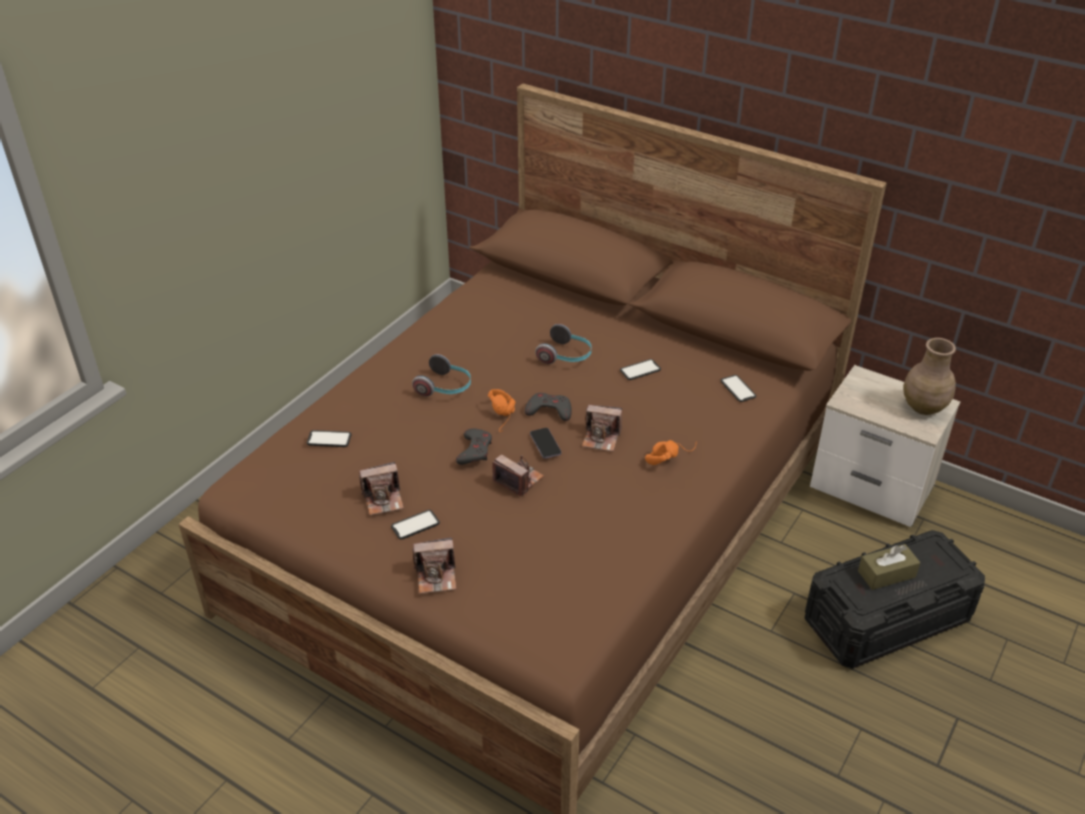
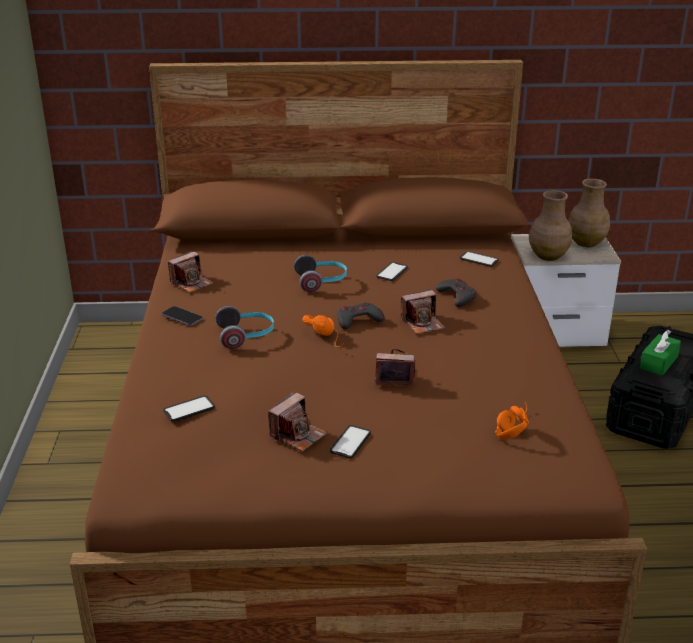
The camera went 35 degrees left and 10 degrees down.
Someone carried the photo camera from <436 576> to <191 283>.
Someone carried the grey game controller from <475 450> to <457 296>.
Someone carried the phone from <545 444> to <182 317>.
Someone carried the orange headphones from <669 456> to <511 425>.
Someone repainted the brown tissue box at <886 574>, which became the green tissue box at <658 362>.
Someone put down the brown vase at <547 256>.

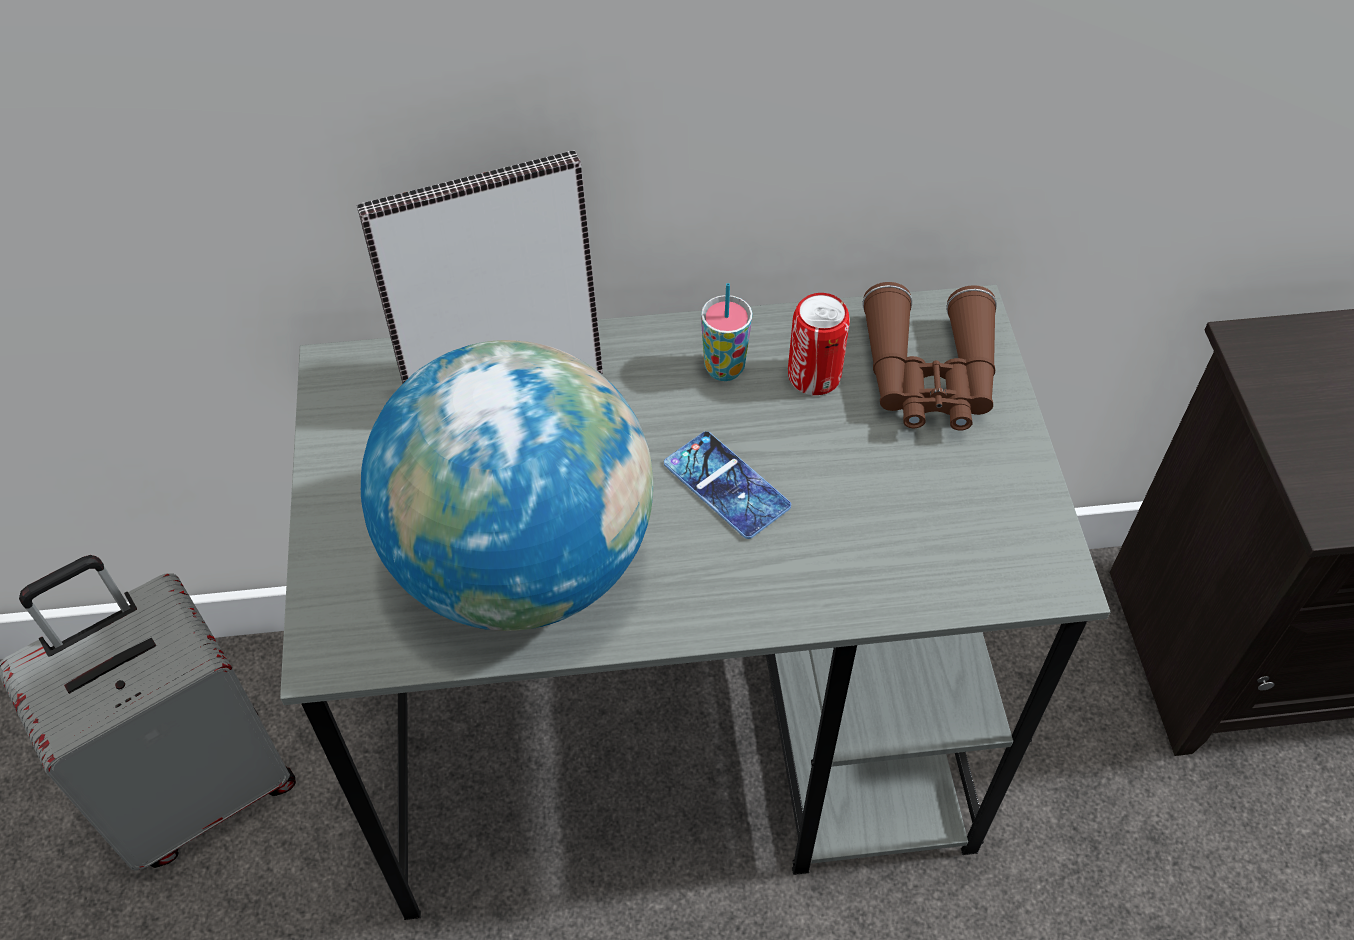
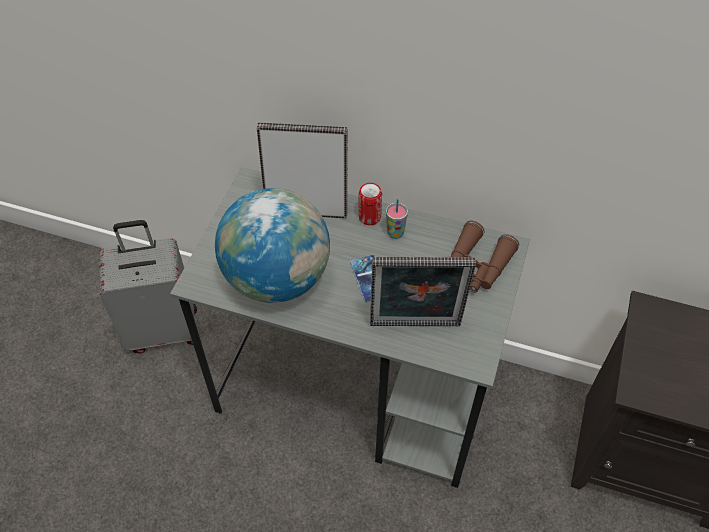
The camera went 25 degrees right and 0 degrees up.
Someone carried the can from <814 376> to <369 217>.
Someone put down the picture frame at <415 328>.

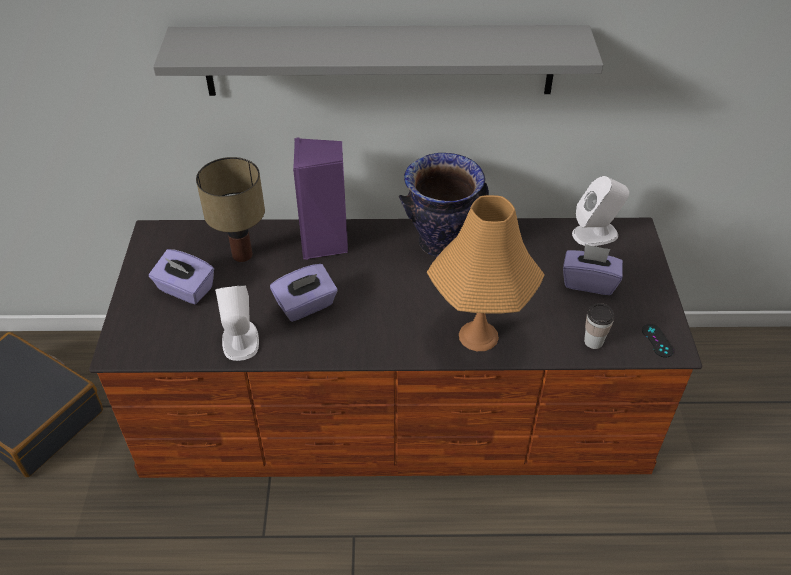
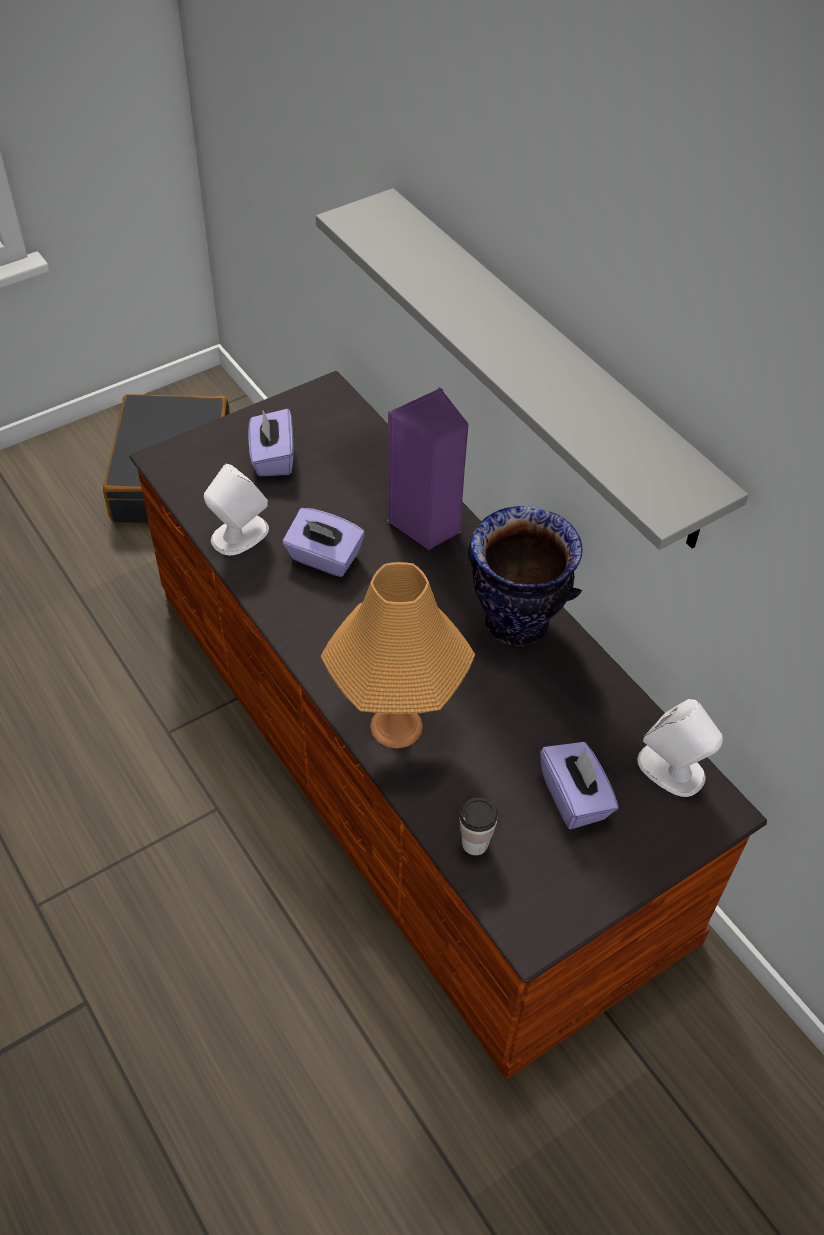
The camera went 55 degrees right and 5 degrees up.
Someone took away the table lamp at <241 255>.
Someone took away the black game controller at <657 340>.

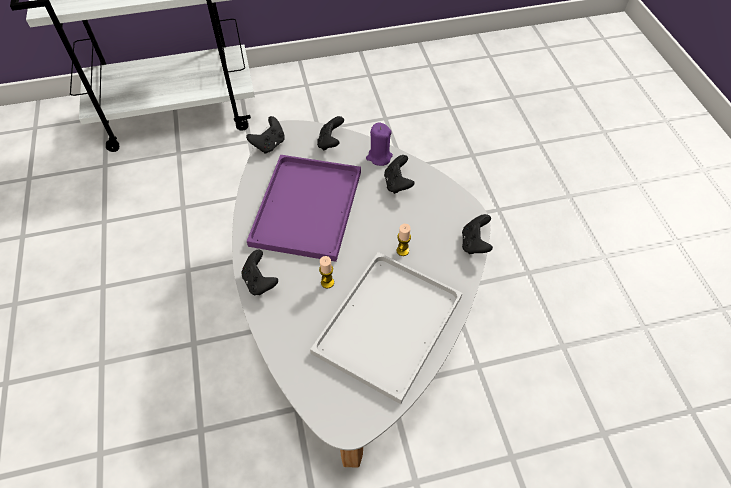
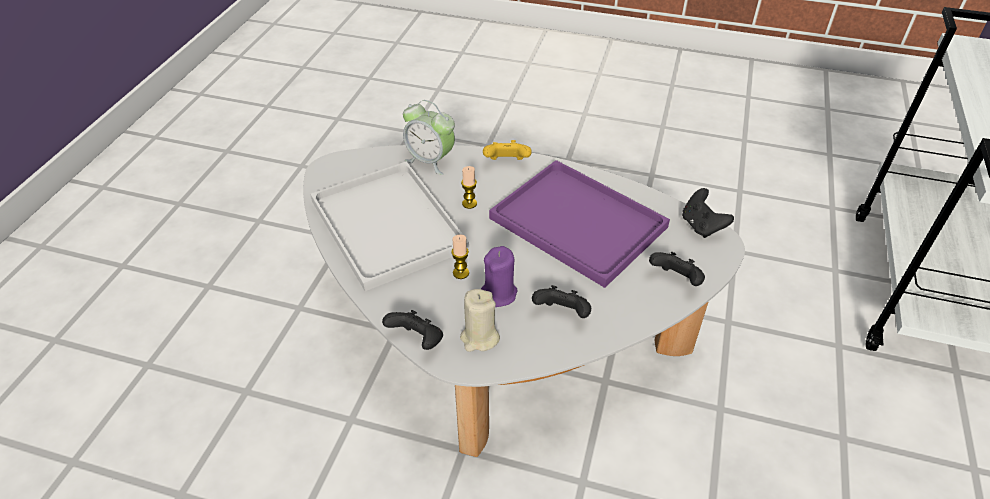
The camera went 120 degrees right and 10 degrees down.
Someone repainted the black game controller at <260 282>, which became the yellow game controller at <506 163>.
Someone carried the purple candle from <379 157> to <499 294>.
Someone put down the alarm clock at <430 160>.
Someone put down the beige candle at <479 338>.

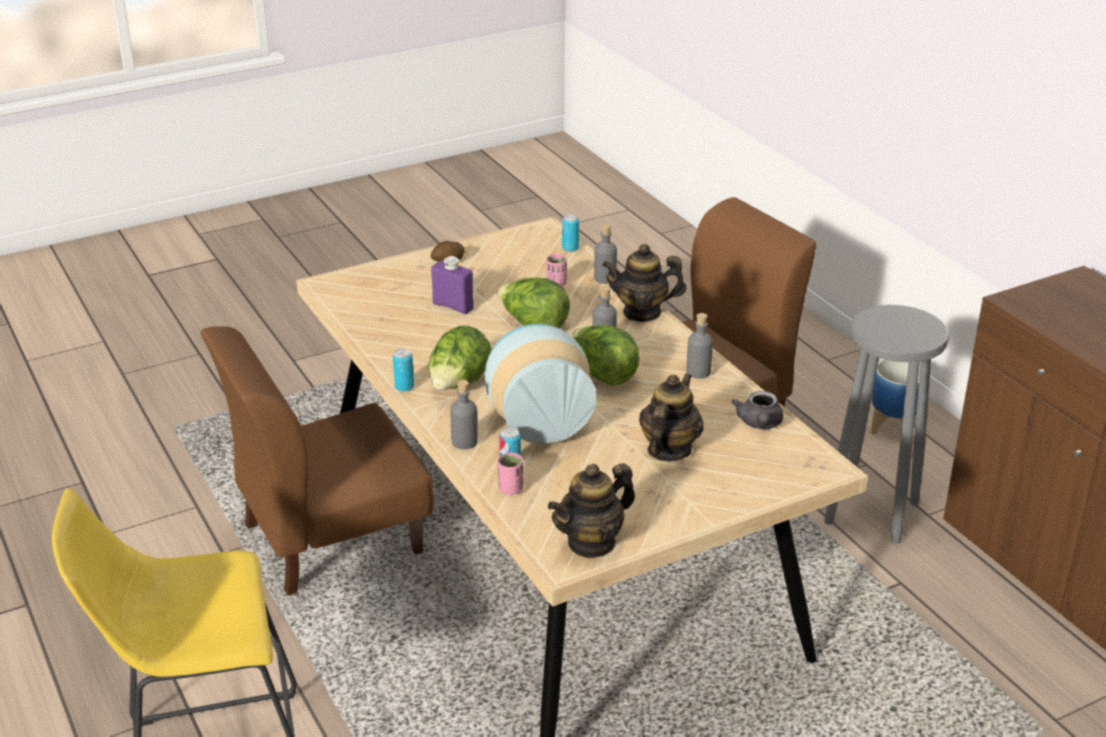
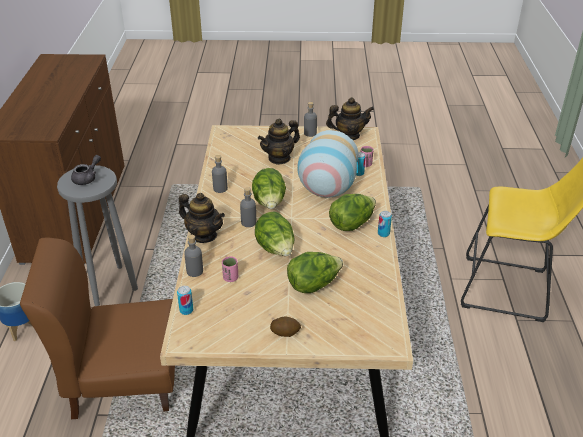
The camera went 150 degrees left and 5 degrees up.
Someone took away the brown chair at <330 539>.
Someone swapped the purple bottle at <453 306> for the lettuce at <313 285>.
Someone carried the grey bottle from <464 441> to <310 133>.
Someone carried the grey teapot from <759 424> to <87 178>.

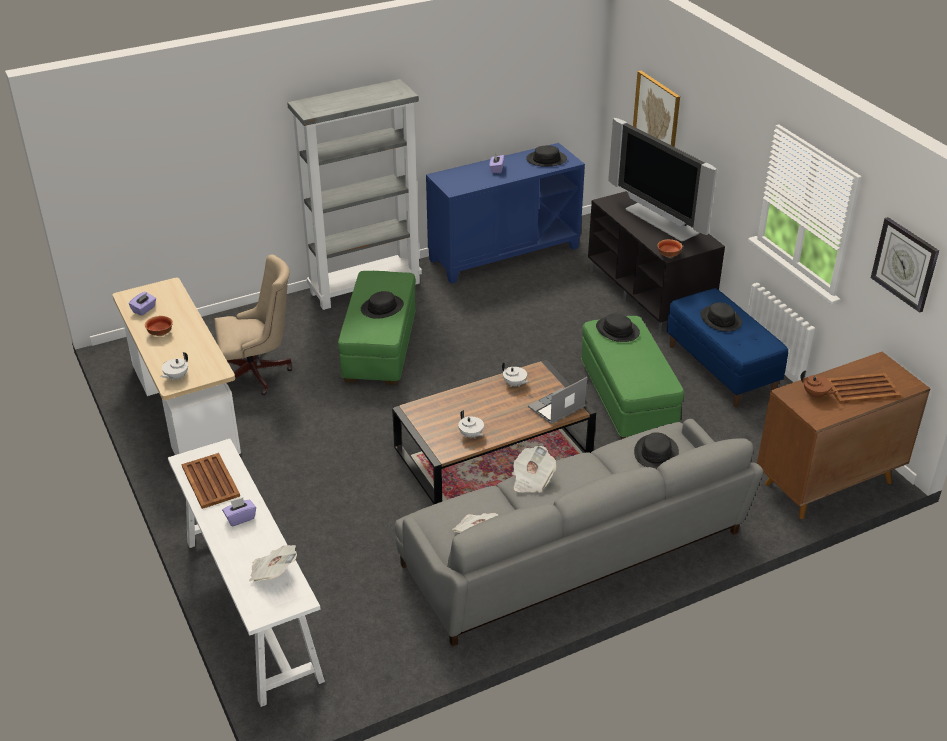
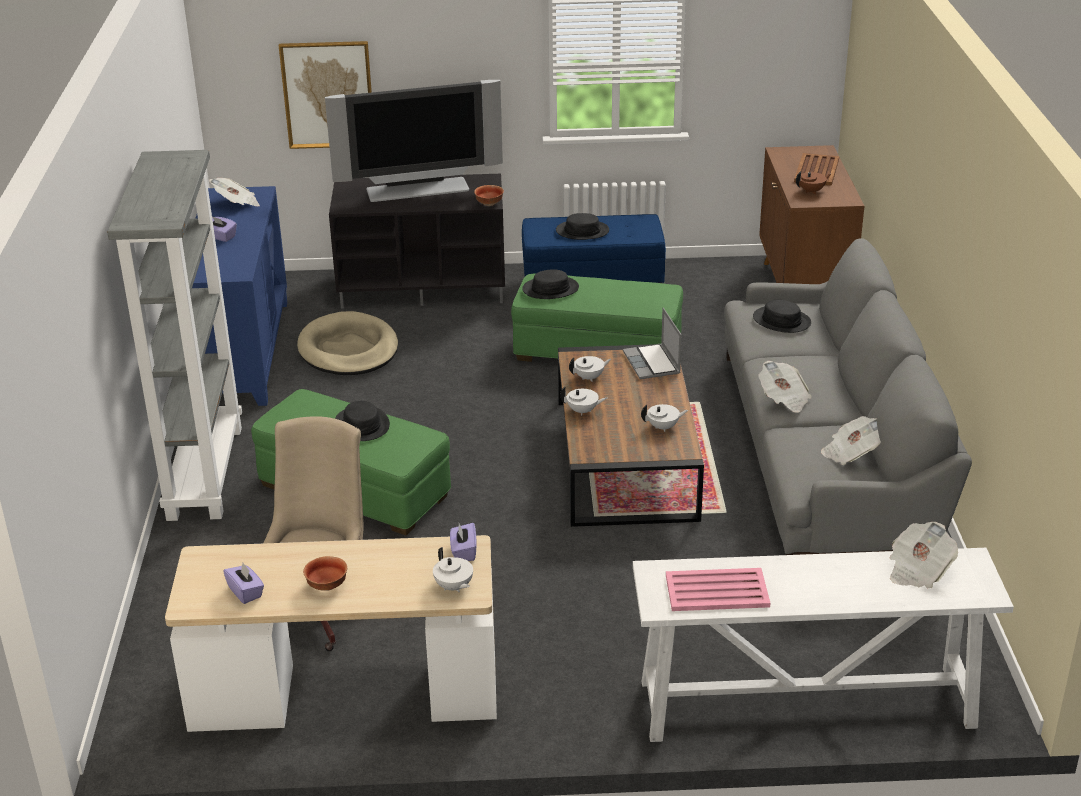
The camera went 65 degrees left and 5 degrees down.
Someone repainted the brown tray at <210 482>, which became the pink tray at <718 591>.
Someone carried the purple tissue box from <240 518> to <463 552>.
Someone swapped the black hat at <546 159> for the newspaper at <237 204>.
Someone took away the wall clock at <905 264>.
Someone put down the beige dog bed at <348 349>.
Someone put down the white teapot at <583 411>.

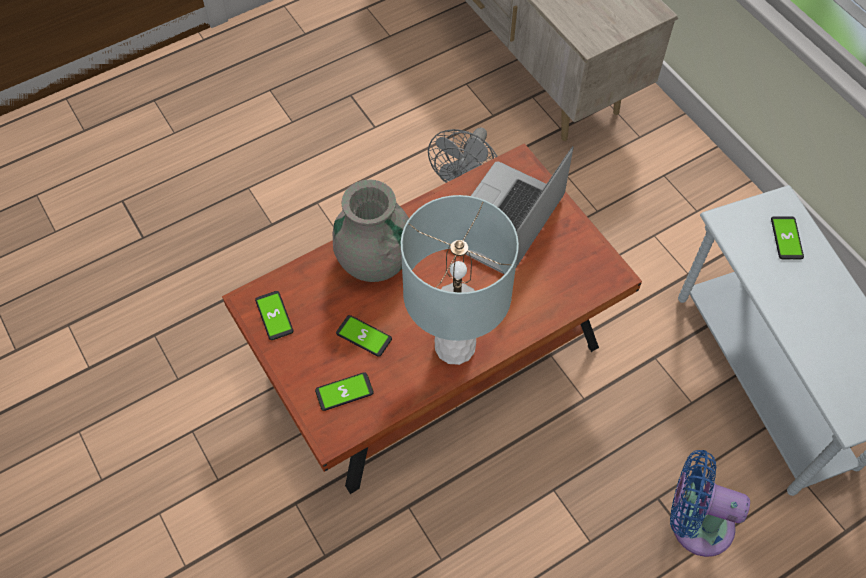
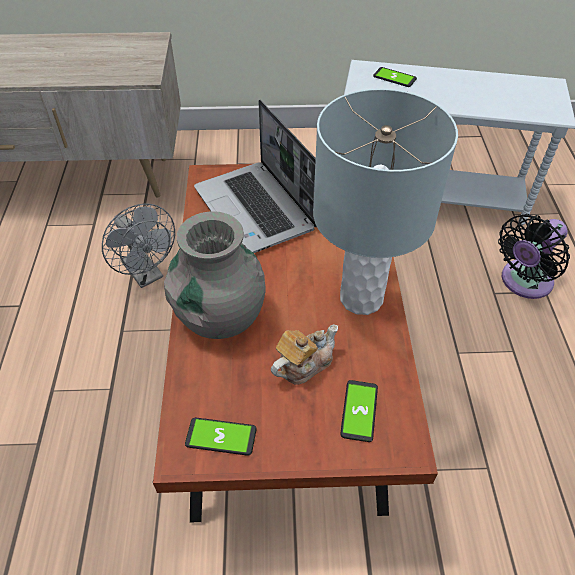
The camera went 60 degrees left and 10 degrees down.
Someone swapped the phone at <364 336> for the teapot at <303 364>.
Someone repainted the blue fan at <695 522>, which became the black fan at <523 282>.

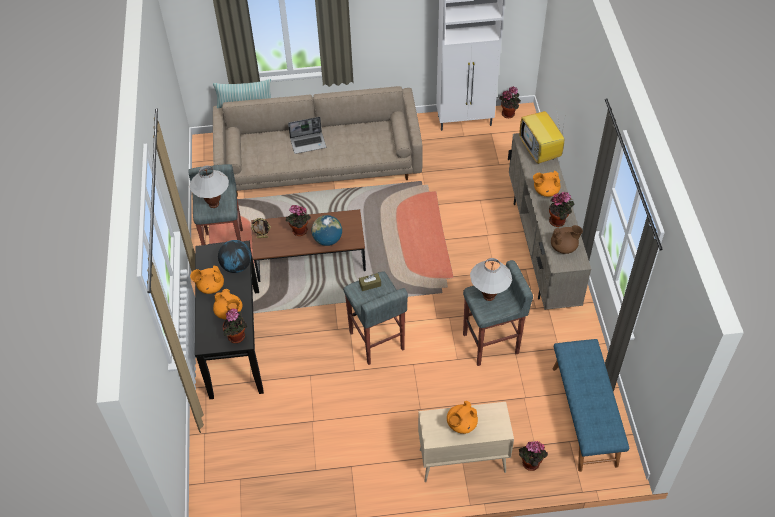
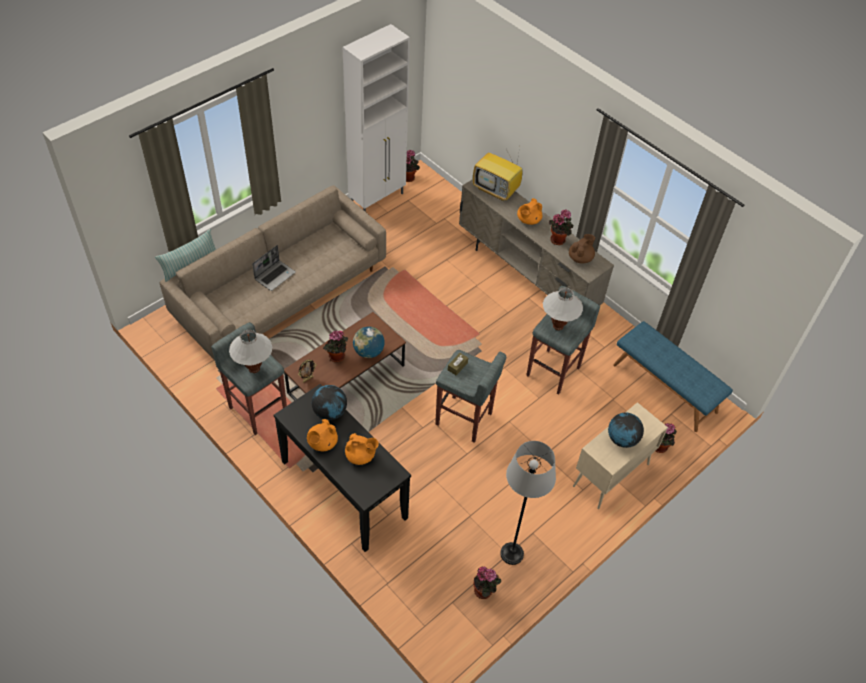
The camera went 40 degrees left and 0 degrees up.
Someone carried the potted plant from <237 337> to <484 591>.
Someone swapped the orange teapot at <461 424> for the globe at <622 439>.
Someone put down the grey floor lamp at <511 554>.

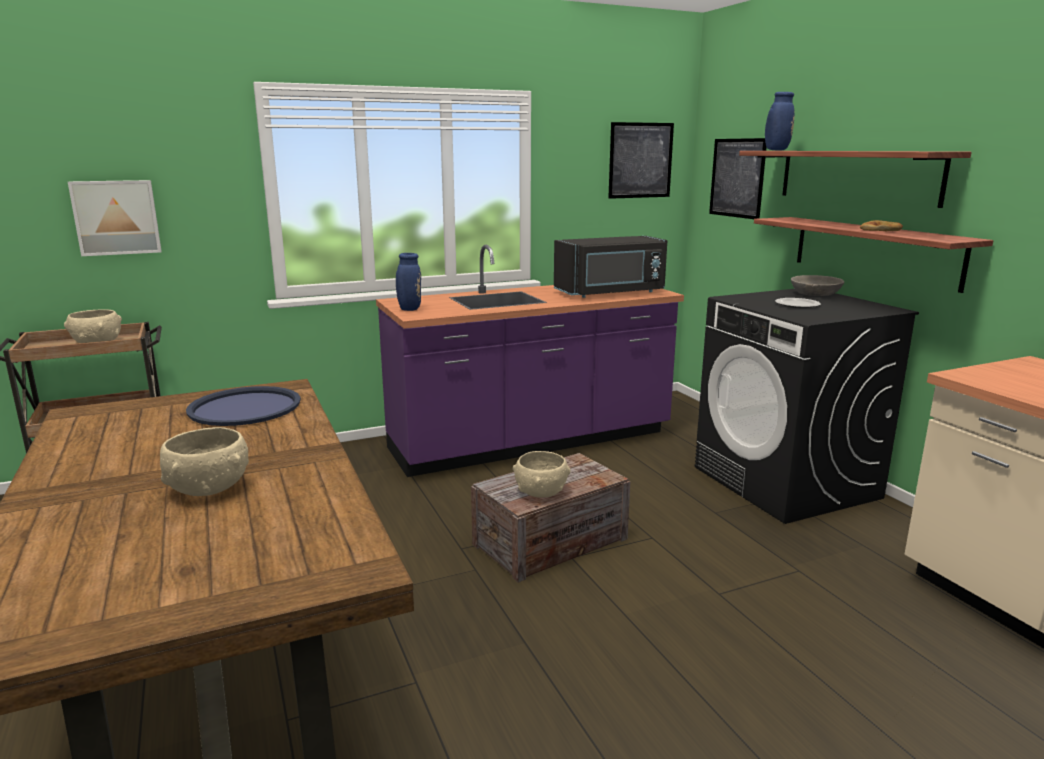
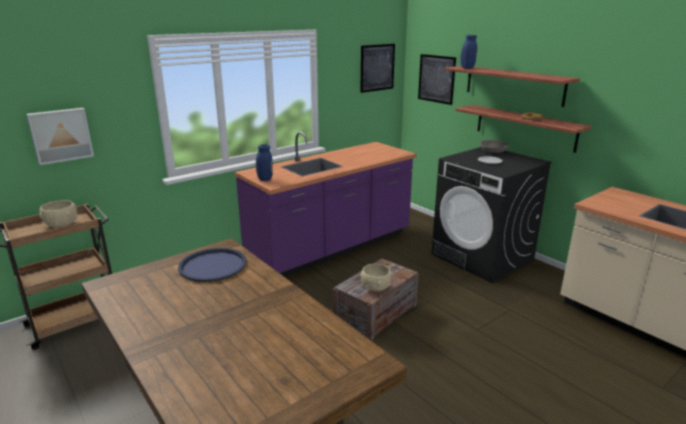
The camera went 15 degrees left and 5 degrees up.
Someone took away the beige bowl at <209 488>.
Someone took away the black microwave at <611 293>.

